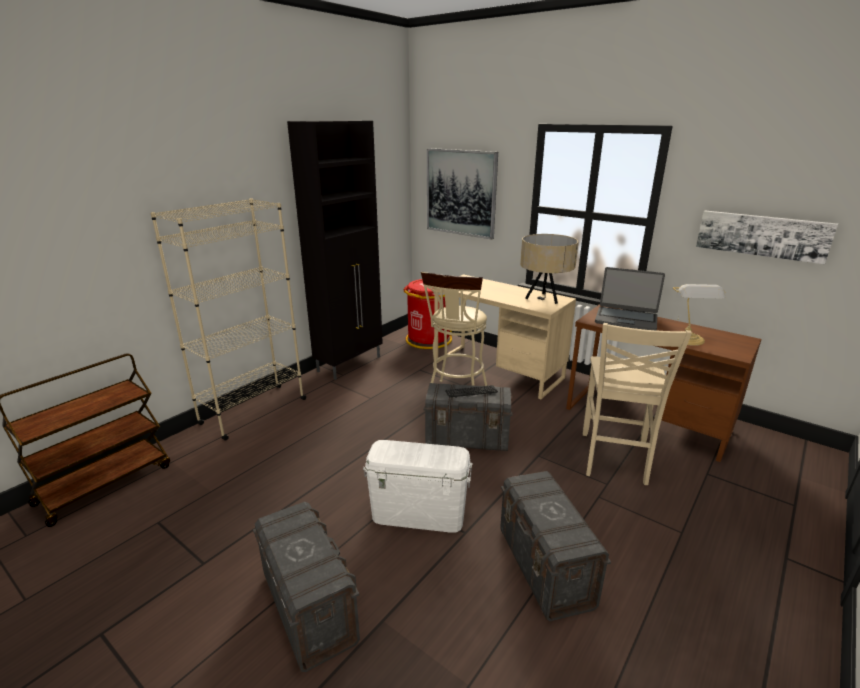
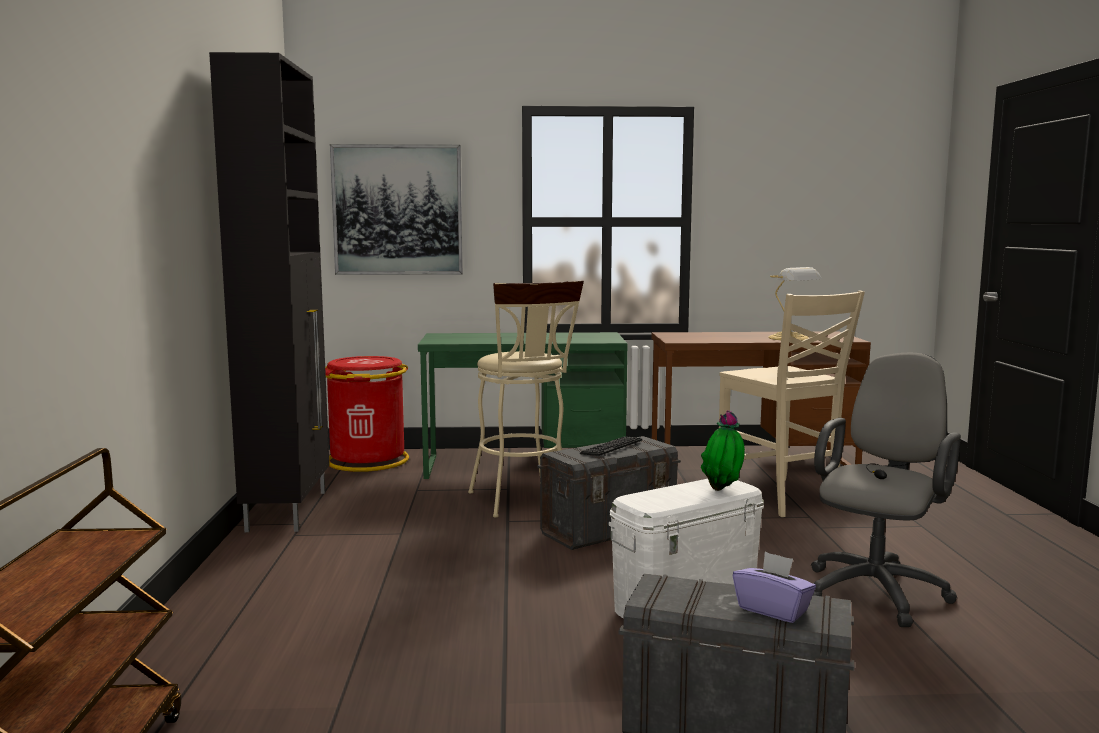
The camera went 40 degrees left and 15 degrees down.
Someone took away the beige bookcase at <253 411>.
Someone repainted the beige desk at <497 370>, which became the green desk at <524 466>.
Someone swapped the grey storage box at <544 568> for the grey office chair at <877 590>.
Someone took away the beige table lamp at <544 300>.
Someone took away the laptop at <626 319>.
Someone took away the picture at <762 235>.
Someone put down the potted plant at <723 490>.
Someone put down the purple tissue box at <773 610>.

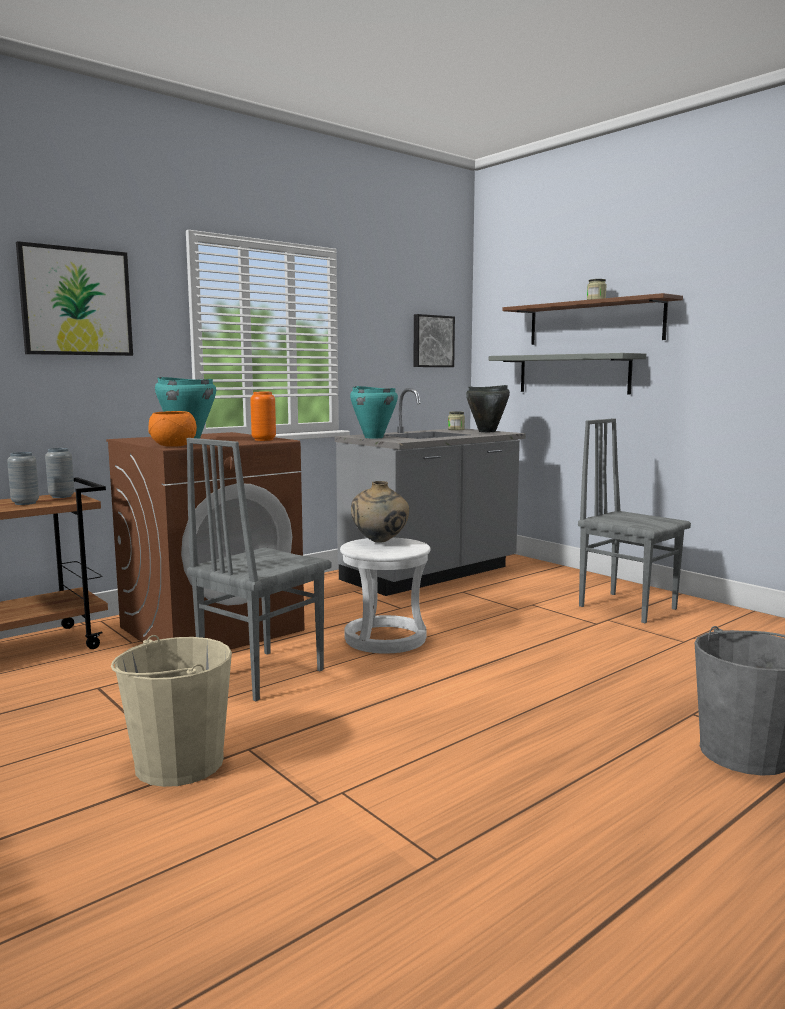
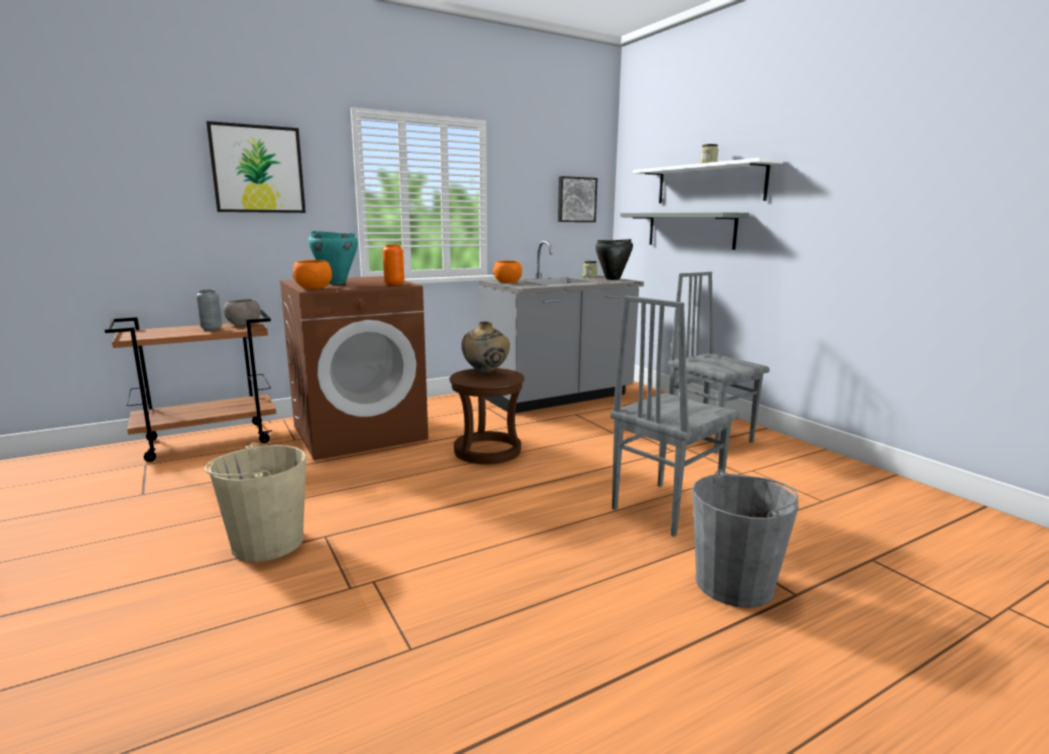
The camera went 10 degrees right and 5 degrees up.
Someone swapped the grey vase at <61 496> for the grey bowl at <244 324>.
Someone carried the grey chair from <259 674> to <664 508>.
Someone repainted the white stool at <385 638>, which became the brown stool at <488 451>.
Someone swapped the turquoise cooking pot at <373 437> for the orange bowl at <507 282>.
Someone repainted the brown shelf at <594 322>, which became the white shelf at <709 184>.

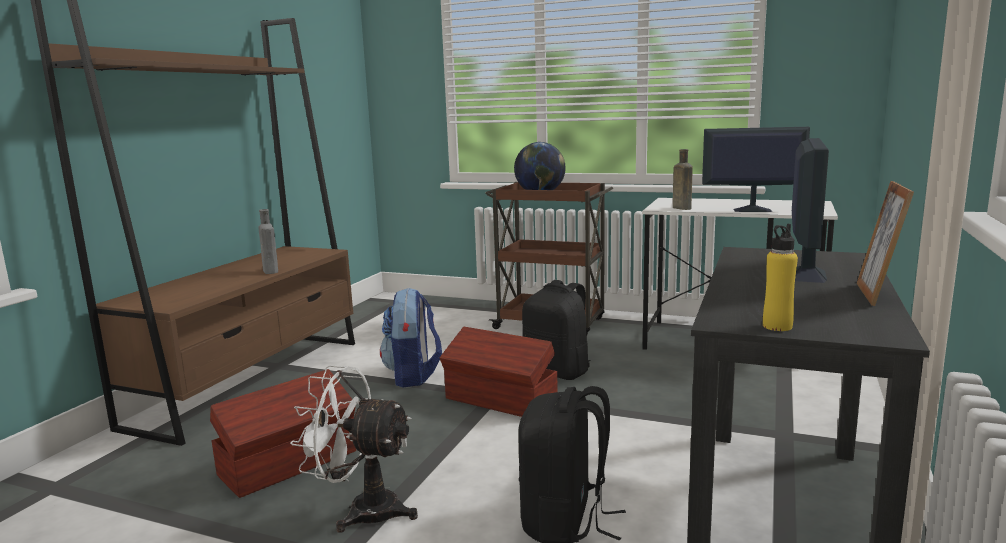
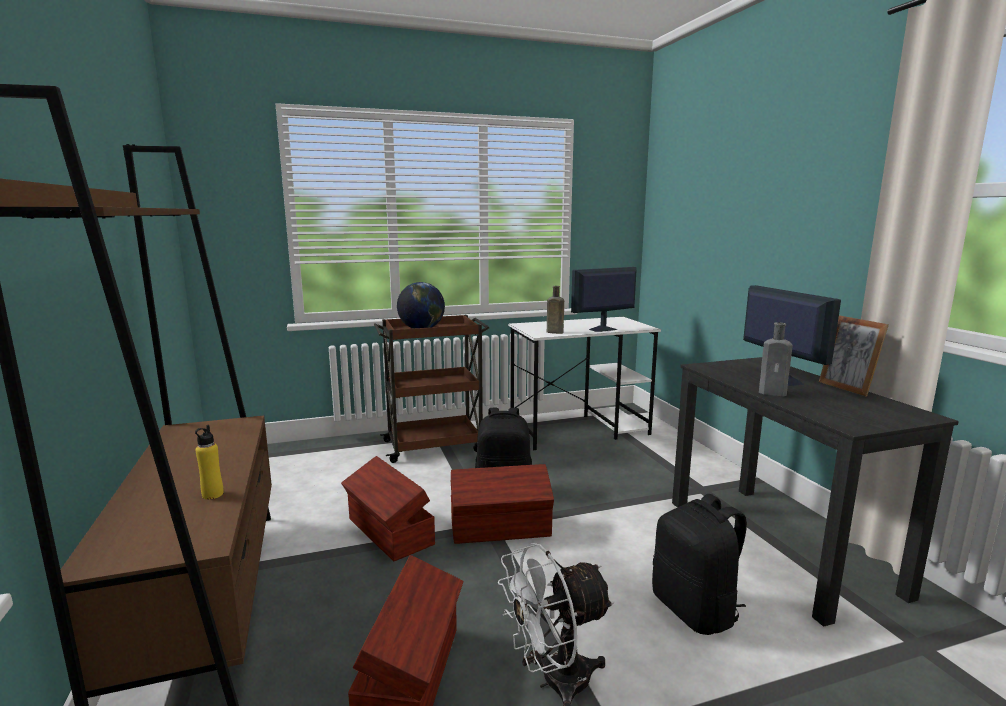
The camera went 40 degrees left and 0 degrees up.
Someone carried the grey bottle from <271 271> to <774 393>.
Someone swapped the backpack at <413 376> for the brown storage box at <389 532>.
Someone carried the yellow bottle from <777 326> to <212 494>.

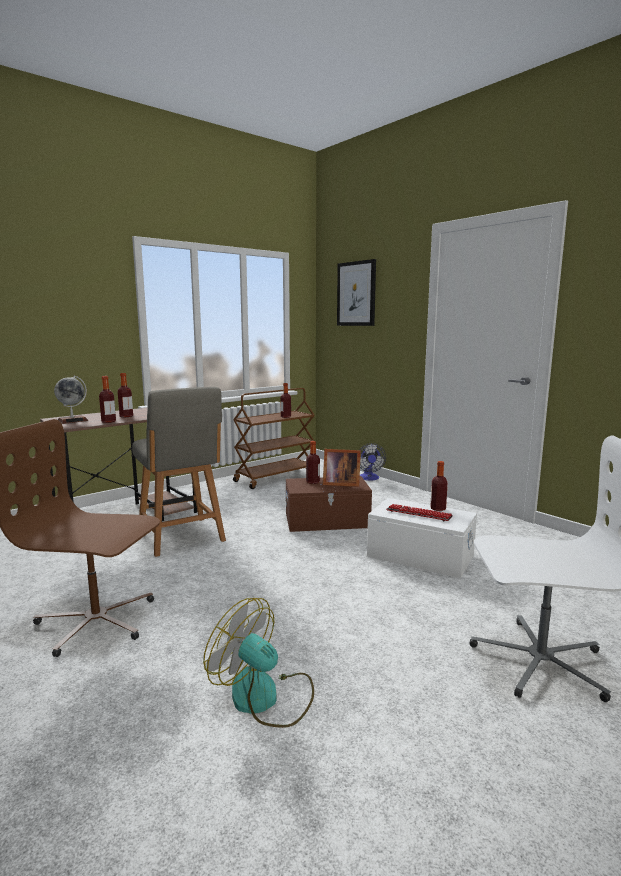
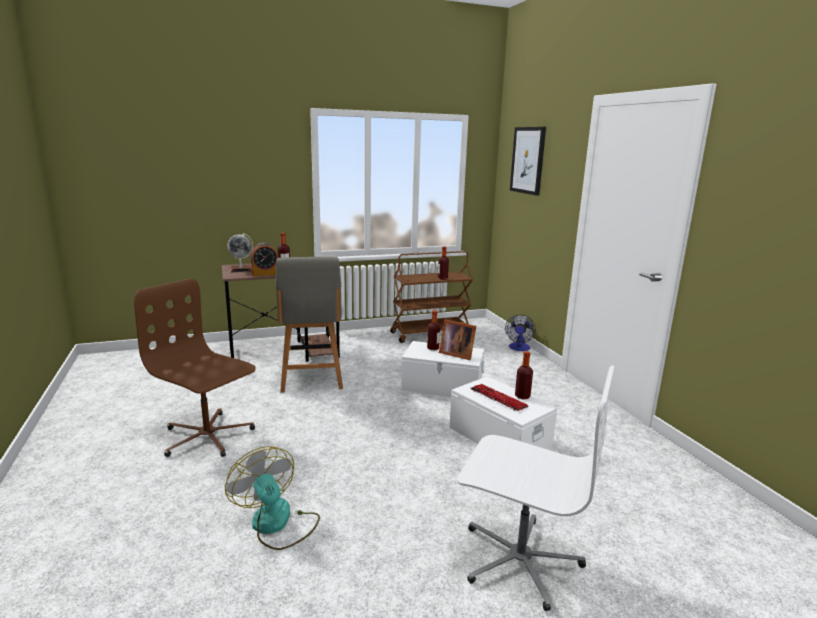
The camera went 20 degrees right and 5 degrees up.
Someone swapped the bottle at <108 421> for the alarm clock at <265 274>.
Someone repainted the brown storage box at <327 521>, which became the white storage box at <442 386>.

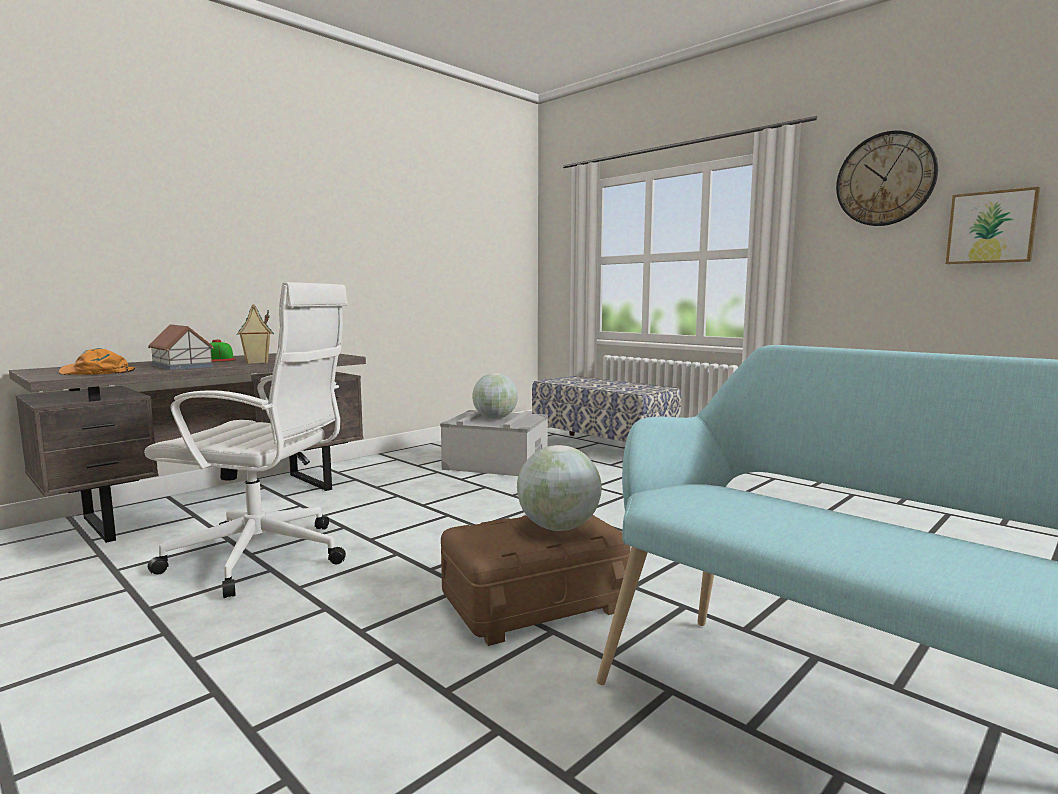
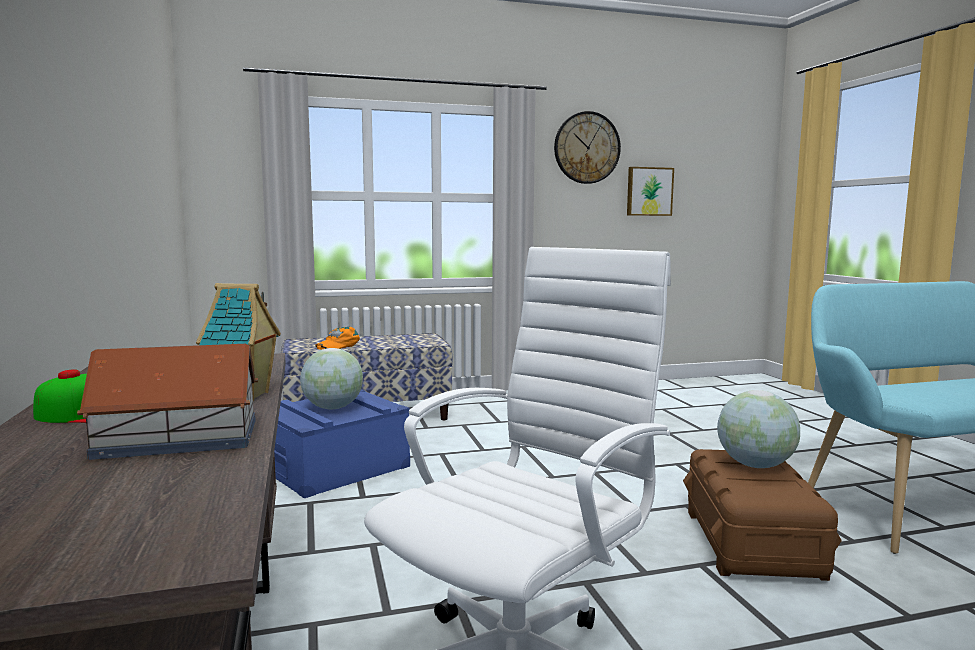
The camera went 60 degrees left and 0 degrees up.
Someone carried the orange cap from <95 372> to <338 345>.
Someone repainted the grey storage box at <496 464>, which became the blue storage box at <335 467>.

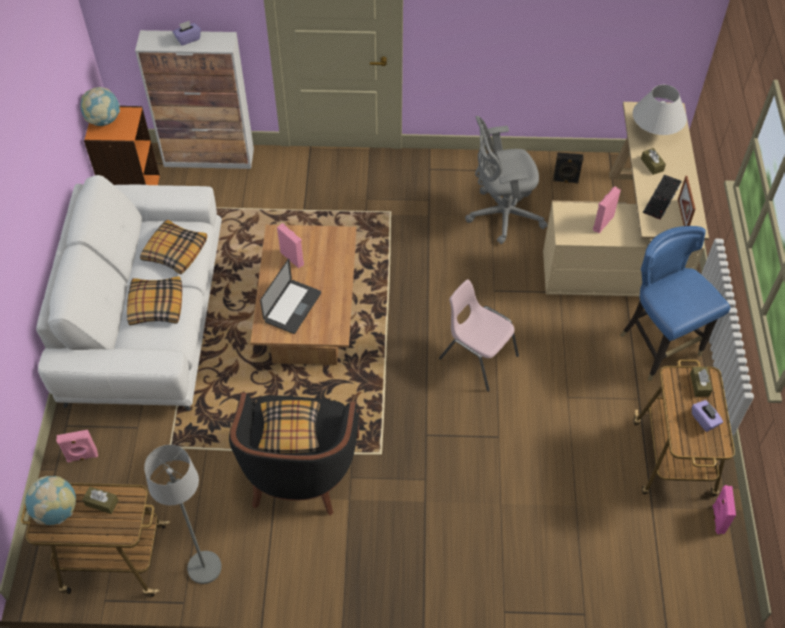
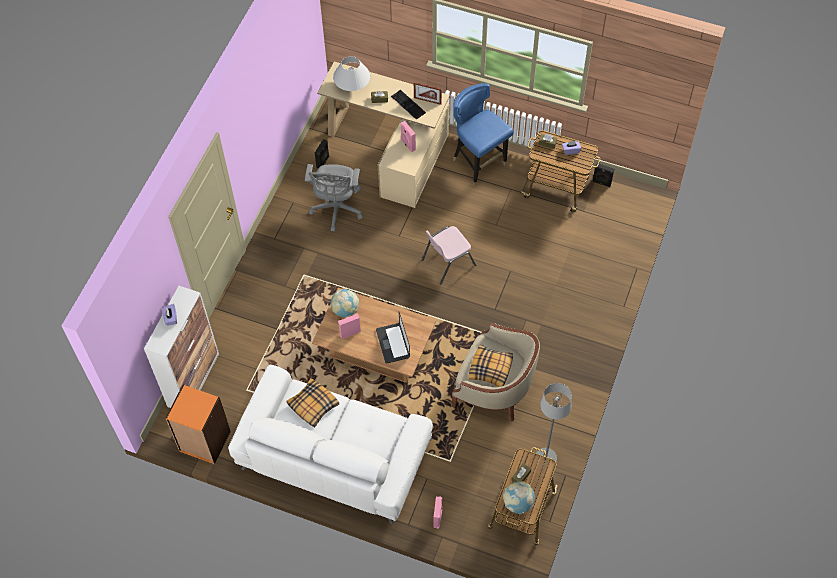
The camera went 70 degrees left and 5 degrees up.
Someone carried the globe from <104 120> to <345 310>.
Someone took away the pillow at <155 305>.
Someone repainted the black armchair at <298 470>, which became the beige armchair at <494 388>.
Someone rotated the laptop at <292 307> by 150 degrees counterclockwise.
Someone rotated the blue chair at <659 348> by 60 degrees clockwise.
Someone repainted the pink speaker at <717 519>, which became the black speaker at <601 183>.

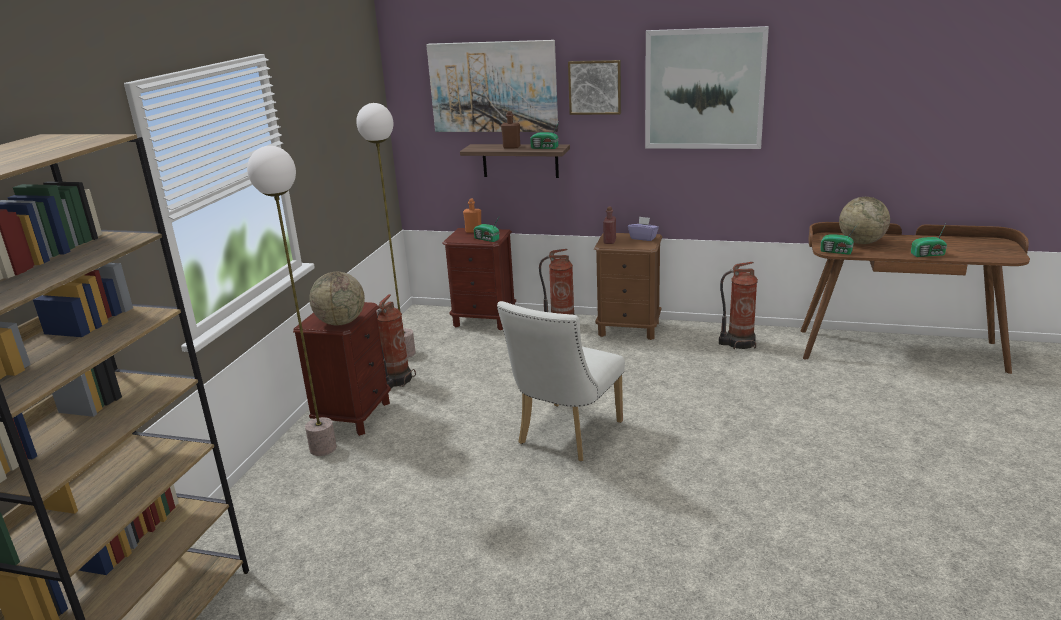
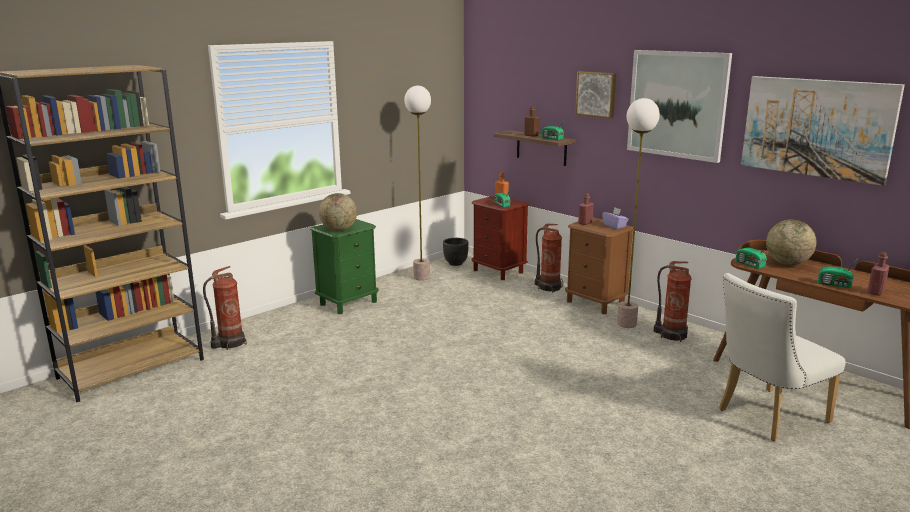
The camera went 30 degrees right and 5 degrees down.
Someone carried the floor lamp from <323 448> to <627 324>.
Someone repainted the brown nightstand at <354 416>, which became the green nightstand at <348 303>.
Someone carried the fire extinguisher from <395 381> to <229 343>.
Someone carried the picture from <493 87> to <816 128>.
Someone carried the white chair from <565 436> to <766 417>.
Someone put down the black planter at <455 263>.
Someone put down the red bottle at <875 292>.

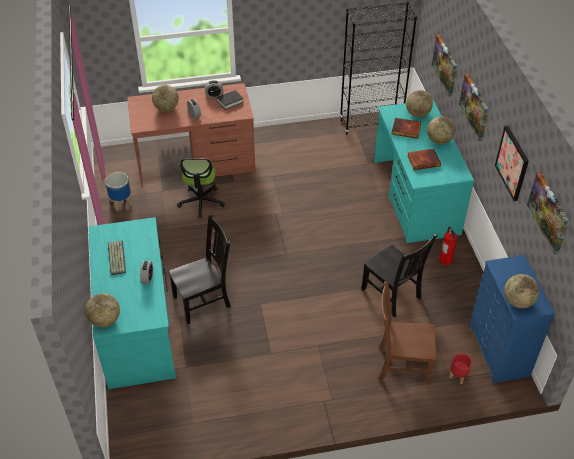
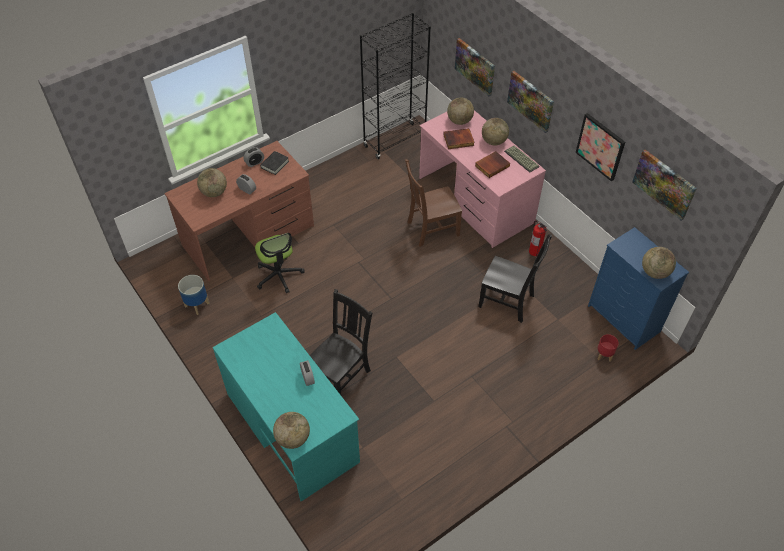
The camera went 25 degrees left and 5 degrees up.
Someone carried the keyboard from <116 257> to <520 159>.
Someone repainted the turquoise desk at <415 197>, which became the pink desk at <475 200>.
Someone carried the brown chair from <401 364> to <431 229>.

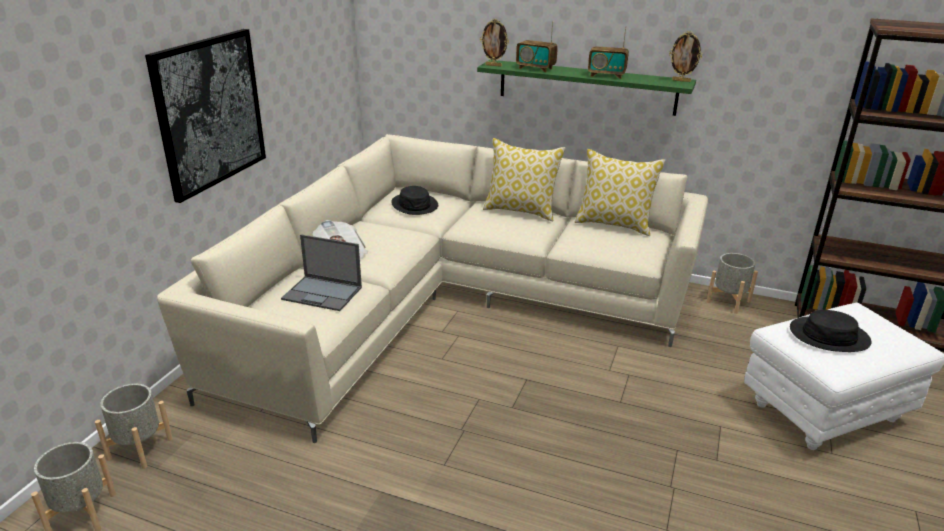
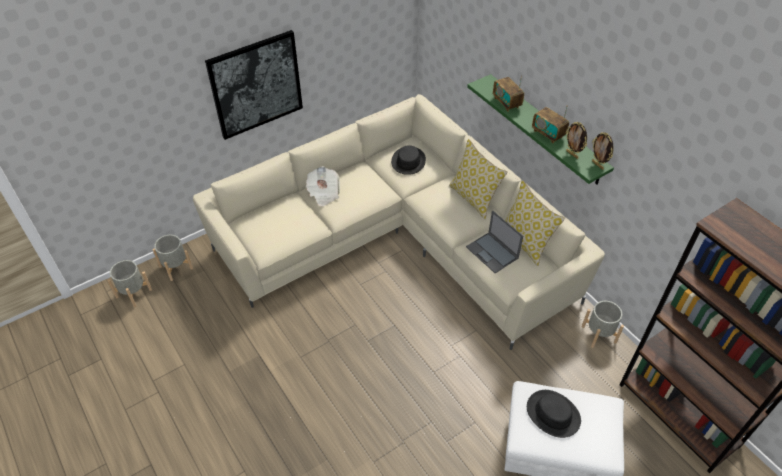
The camera went 35 degrees right and 20 degrees up.
Someone carried the laptop from <323 293> to <492 253>.
Someone carried the picture frame from <493 65> to <572 154>.

